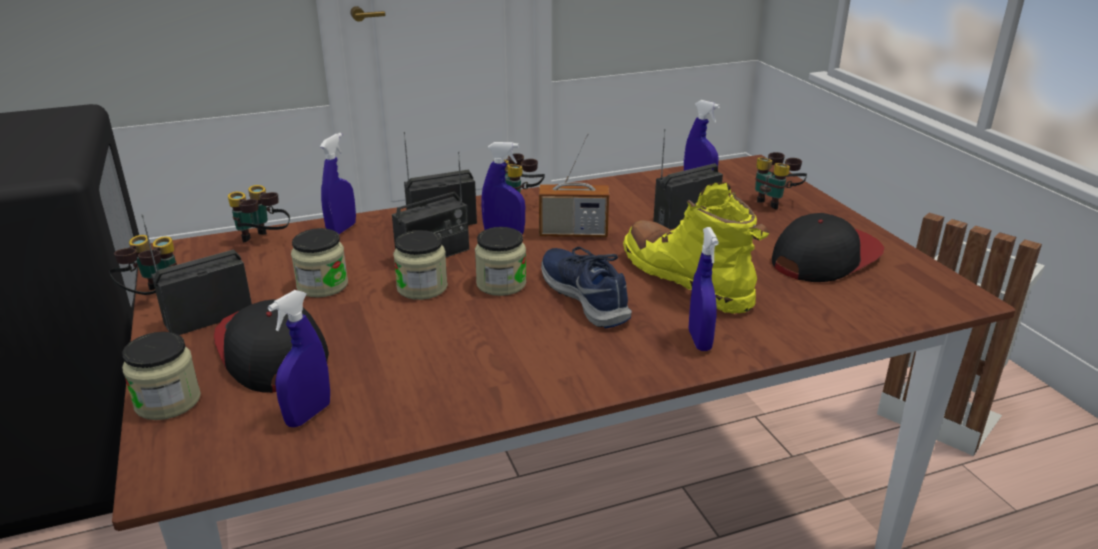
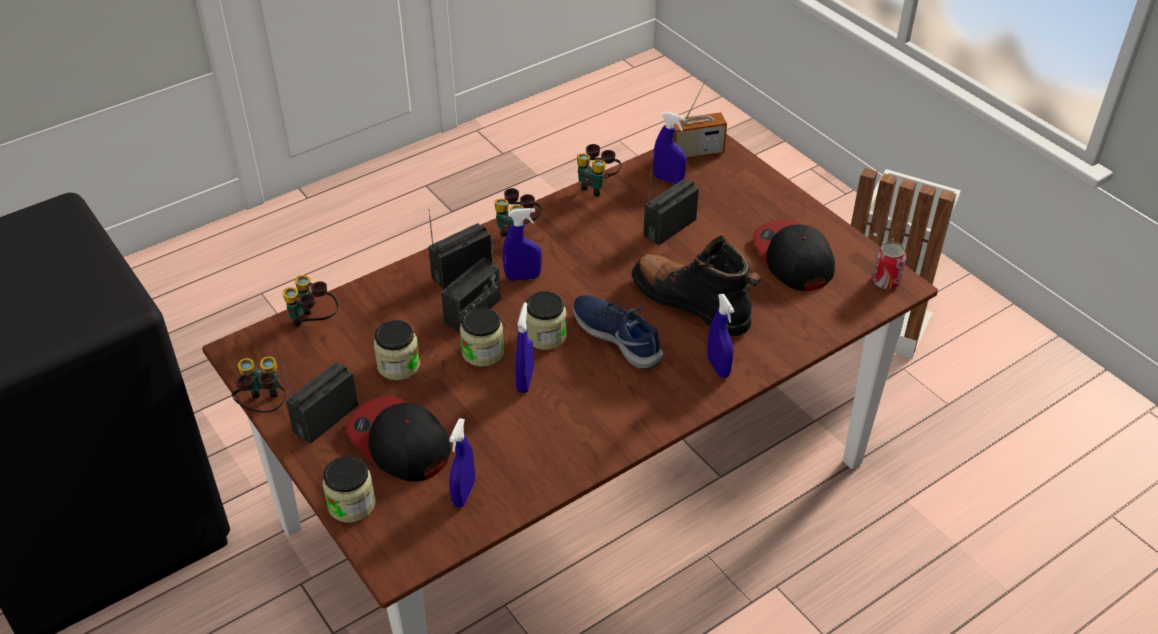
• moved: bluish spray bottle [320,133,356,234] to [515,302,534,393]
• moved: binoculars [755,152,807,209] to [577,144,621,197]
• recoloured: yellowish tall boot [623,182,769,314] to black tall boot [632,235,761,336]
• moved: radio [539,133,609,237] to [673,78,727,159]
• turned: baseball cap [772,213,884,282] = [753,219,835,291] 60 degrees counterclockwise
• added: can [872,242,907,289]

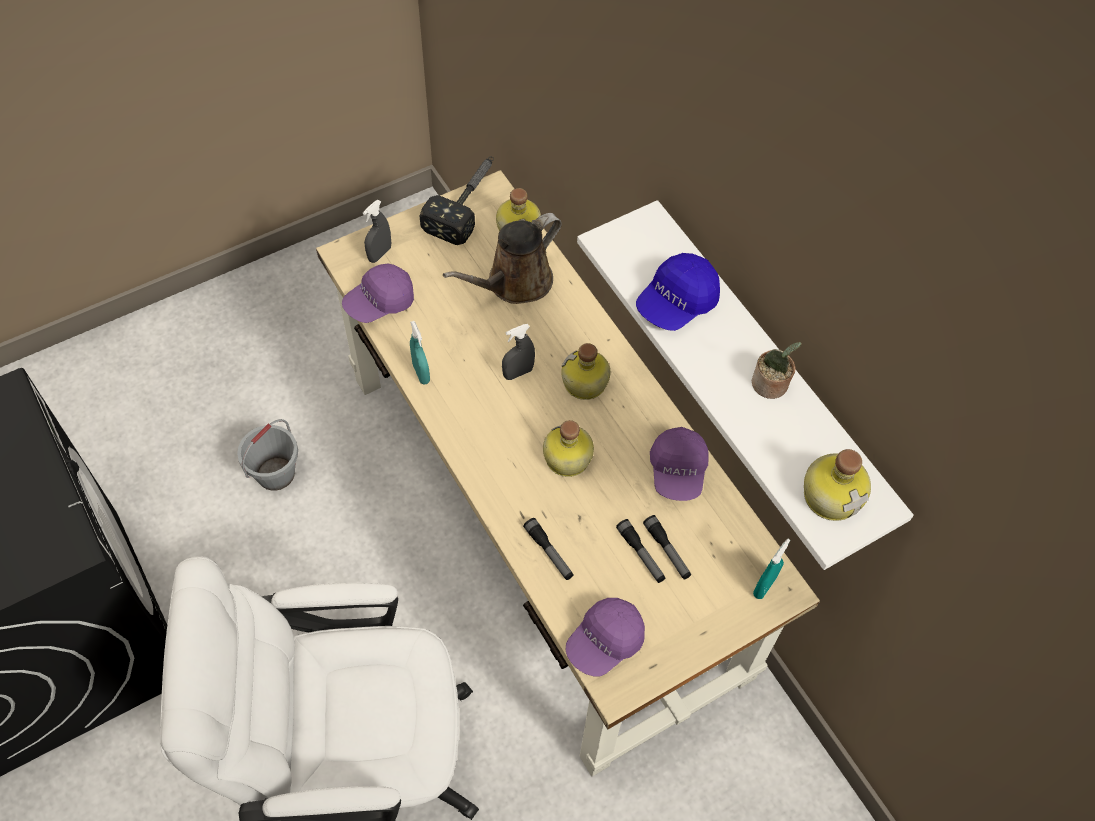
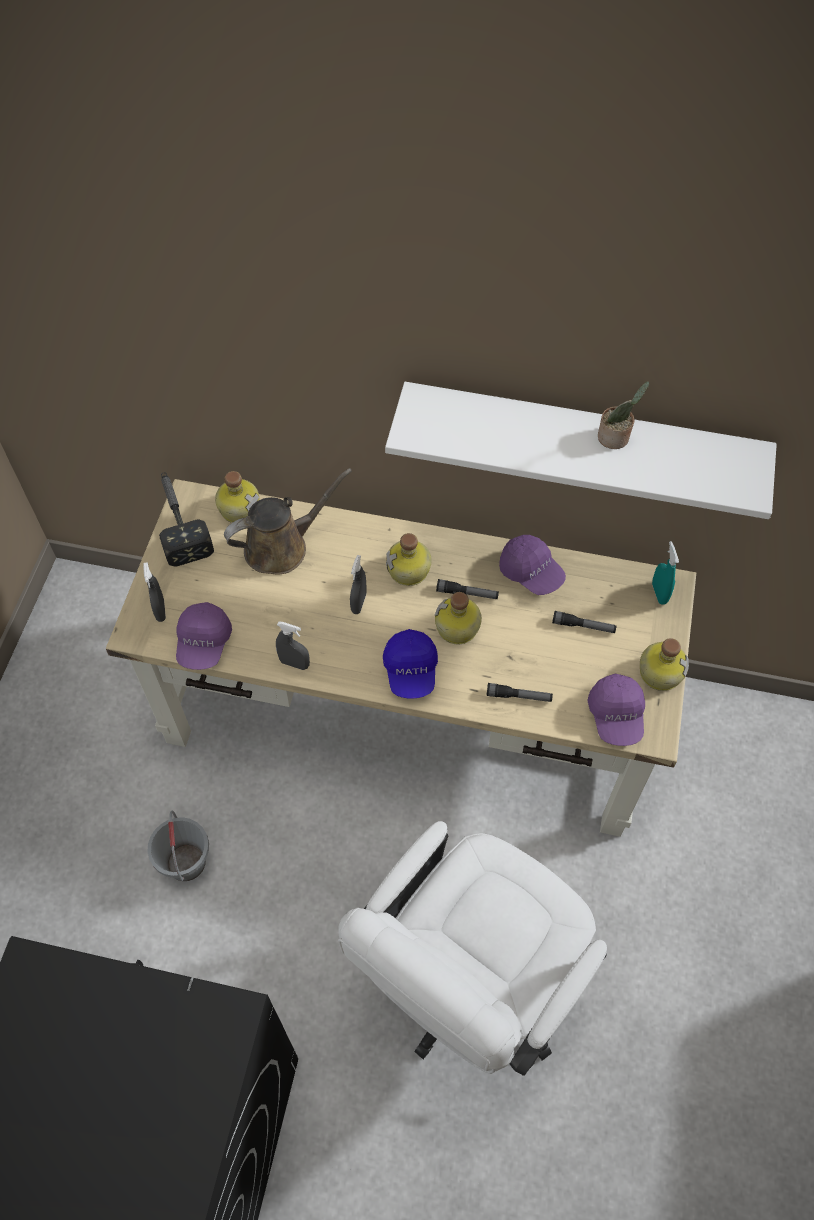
• turned: brown-coloured watering can [443,213,562,304] = [224,468,352,575] 120 degrees counterclockwise
• recoloured: blue-green spray bottle [410,321,430,385] to gray spray bottle [276,621,310,670]
• moved: bluish baseball cap [636,253,720,331] to [383,629,438,699]
• moved: hand torch [616,519,666,583] to [436,579,499,599]
• moved: beverage bottle [804,449,871,521] to [640,638,689,691]

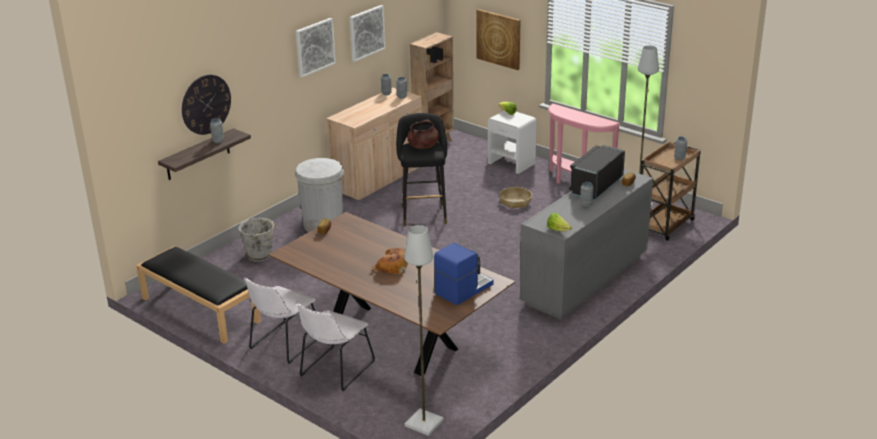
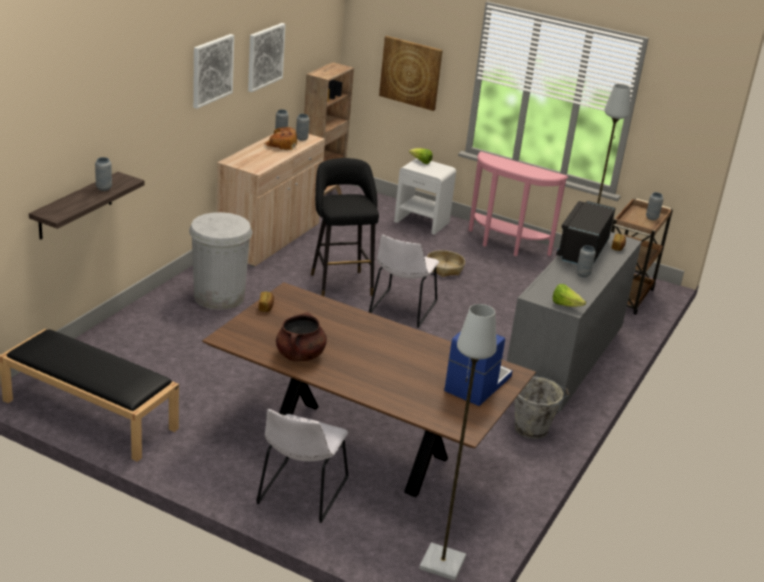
• moved: bread [372,248,408,274] to [264,127,297,150]
• moved: brown-coloured stockpot [407,120,439,149] to [276,312,327,361]
• moved: white plain chair [244,278,317,364] to [369,234,439,328]
• moved: gray bucket [239,218,278,262] to [514,376,570,439]
• removed: hanging clock [182,75,231,135]

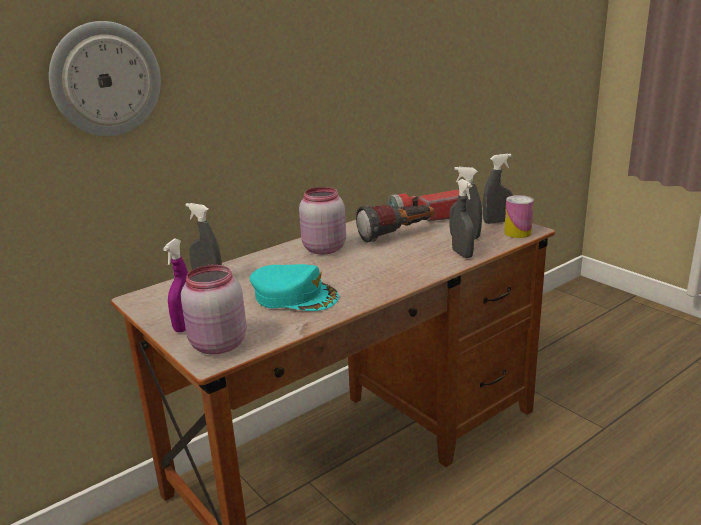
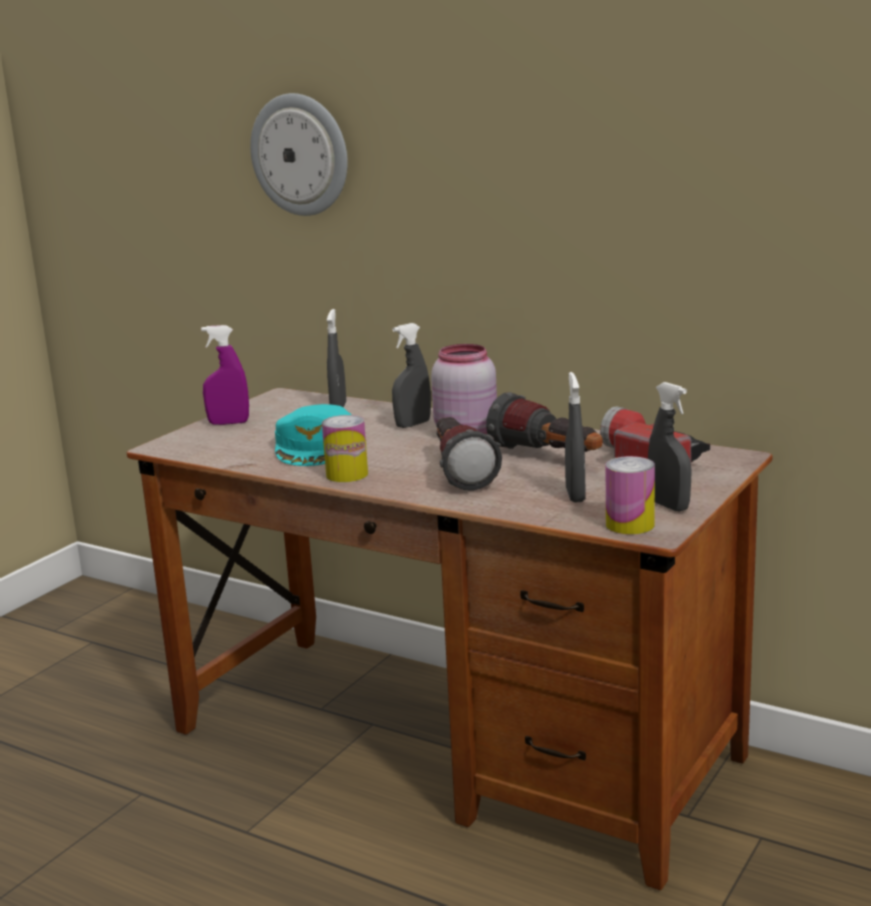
• added: can [322,415,368,482]
• moved: gray spray bottle [452,179,474,258] to [392,323,431,428]
• added: hand torch [436,417,502,491]
• removed: pink-coloured storage jar [181,264,247,354]

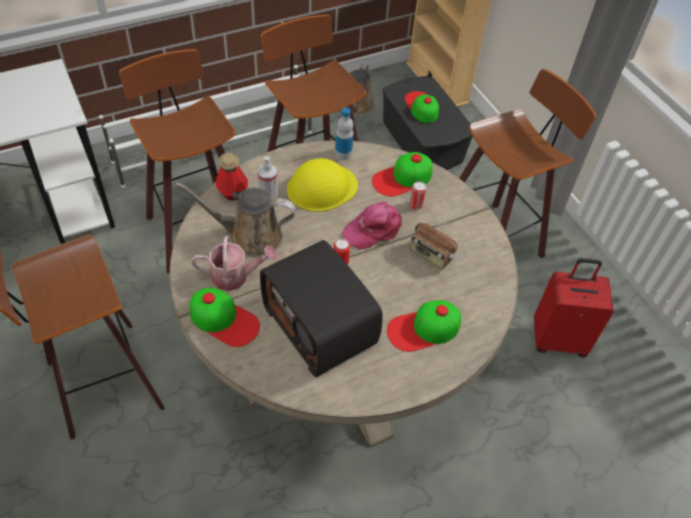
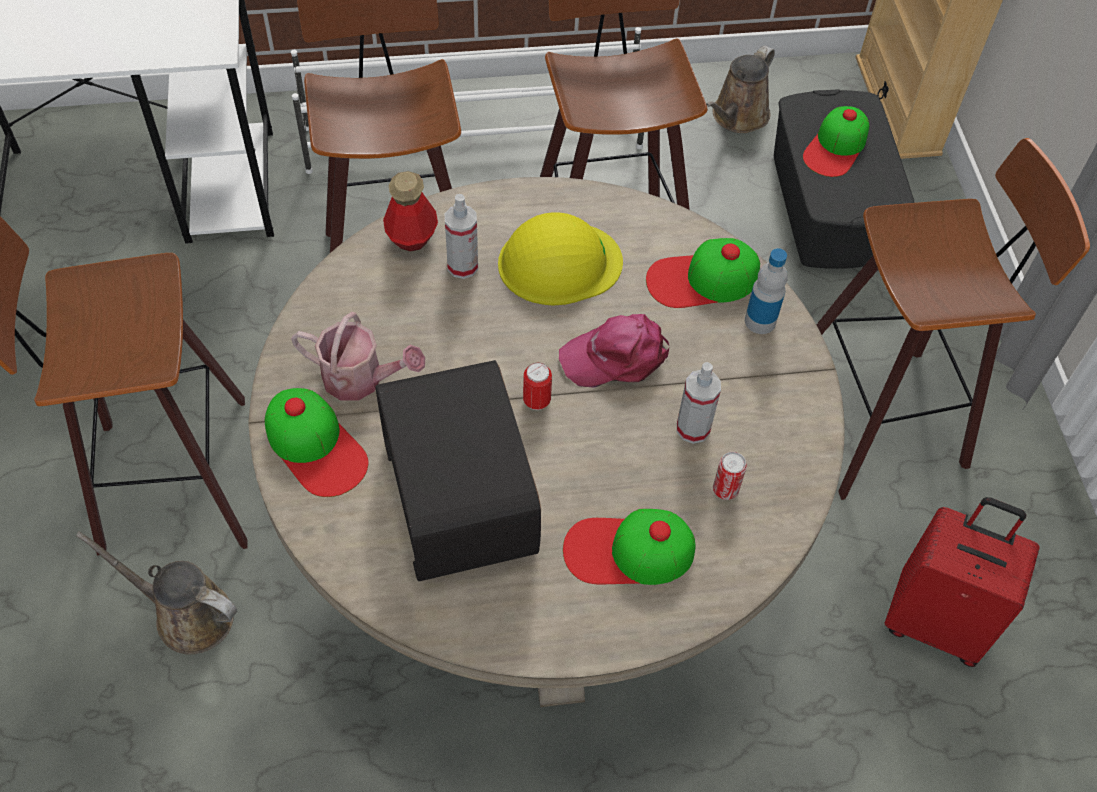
• moved: brown-coloured watering can [175,182,296,257] to [76,531,237,654]
• replaced: radio [409,223,458,270] to spray bottle [677,362,721,444]
• moved: can [409,181,427,210] to [713,452,747,500]
• moved: beverage bottle [335,107,354,160] to [745,248,788,334]
• turned: baseball cap [405,91,439,123] = [803,106,869,177] 150 degrees counterclockwise

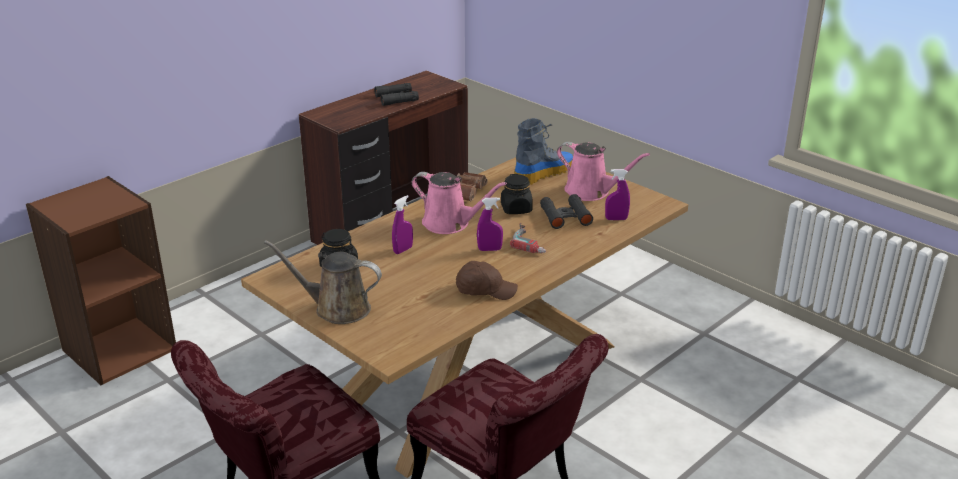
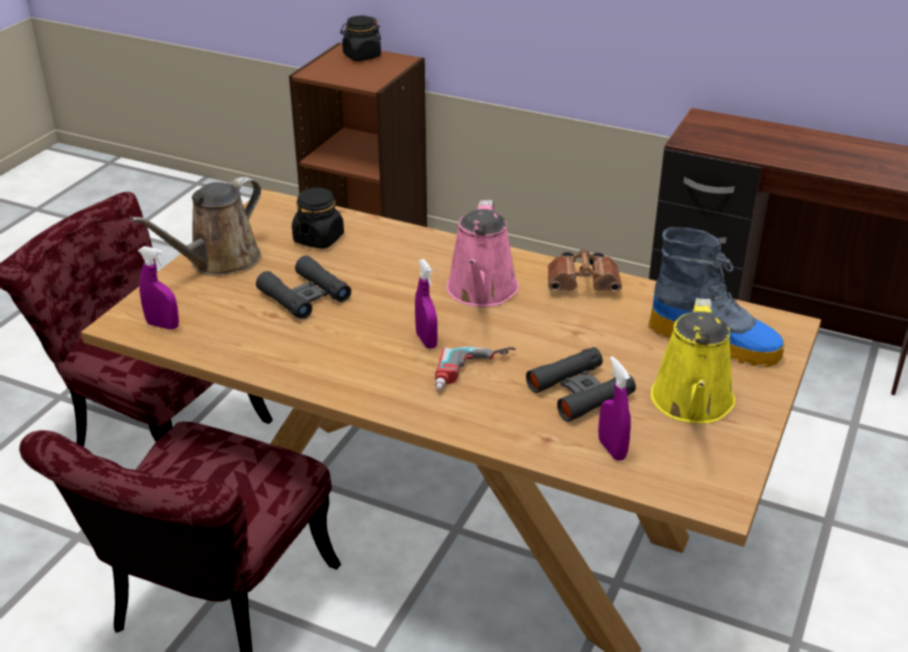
• turned: brown-coloured watering can [264,240,382,324] = [130,177,261,276] 135 degrees counterclockwise
• moved: purplish spray bottle [392,195,413,254] to [138,246,179,329]
• moved: black binoculars [374,83,419,106] to [256,256,351,319]
• moved: black storage jar [501,174,533,214] to [340,16,381,61]
• recoloured: pink-coloured watering can [557,142,650,201] to yellowish watering can [651,298,735,424]
• removed: brown-coloured baseball cap [456,261,518,300]

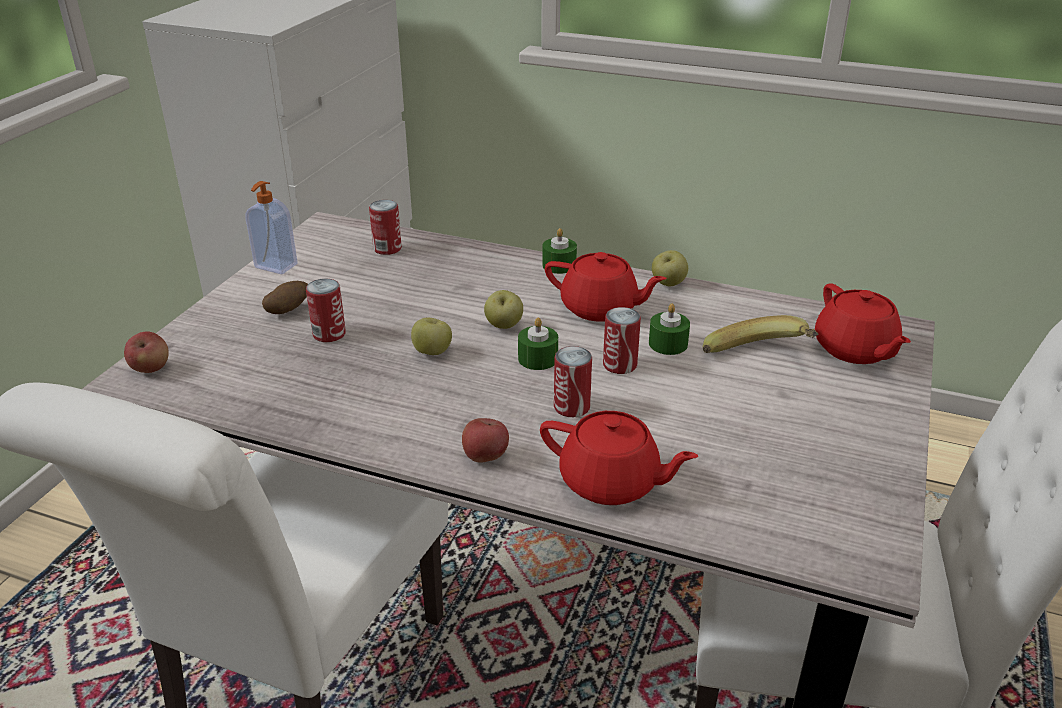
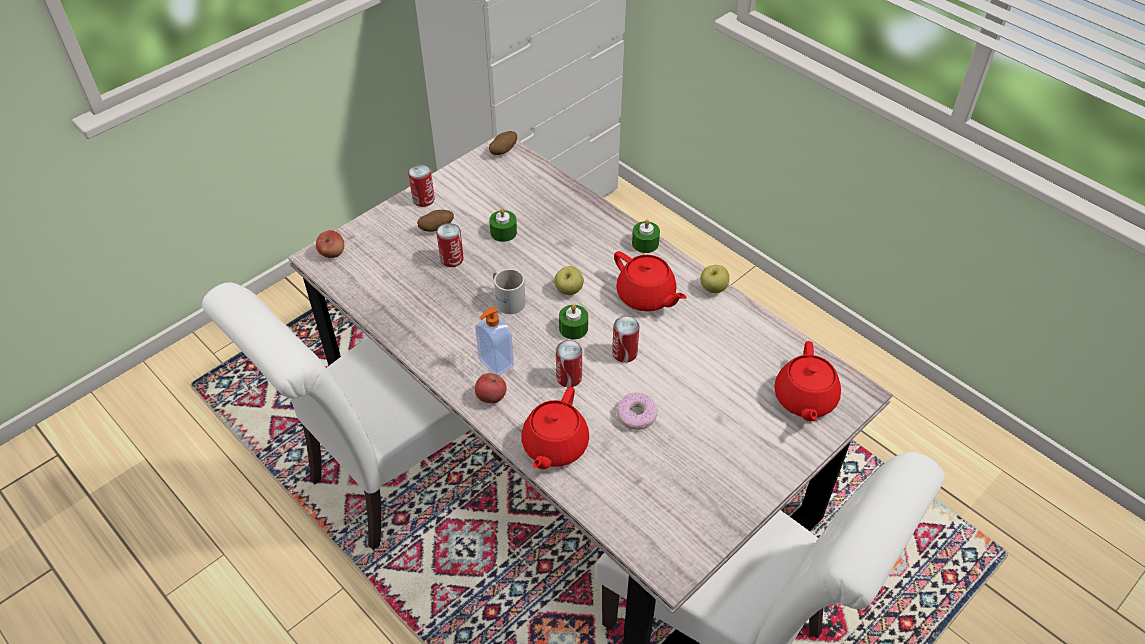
• moved: can [369,200,402,255] to [408,164,435,207]
• moved: soap bottle [245,181,298,274] to [475,307,514,376]
• added: potato [489,131,517,155]
• moved: green-coloured candle [649,303,690,355] to [489,208,517,242]
• replaced: whole apple [411,318,452,355] to white tea mug [493,269,526,314]
• turned: red teapot [540,411,698,505] = [521,387,589,469] 60 degrees clockwise
• added: donut [617,392,658,430]
• removed: whole banana [703,315,818,353]

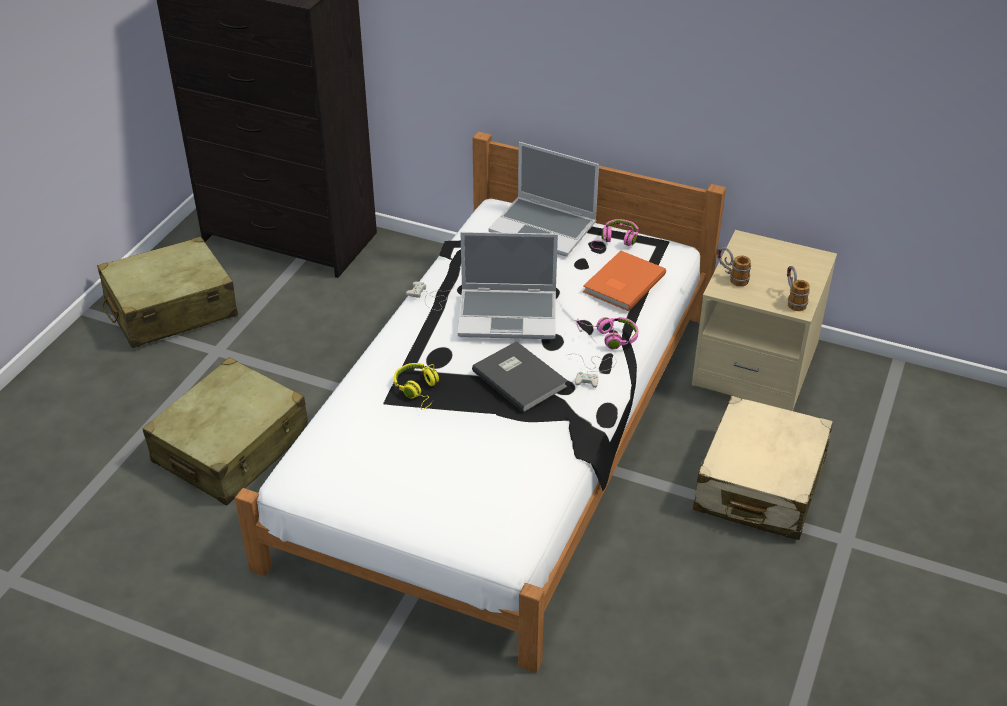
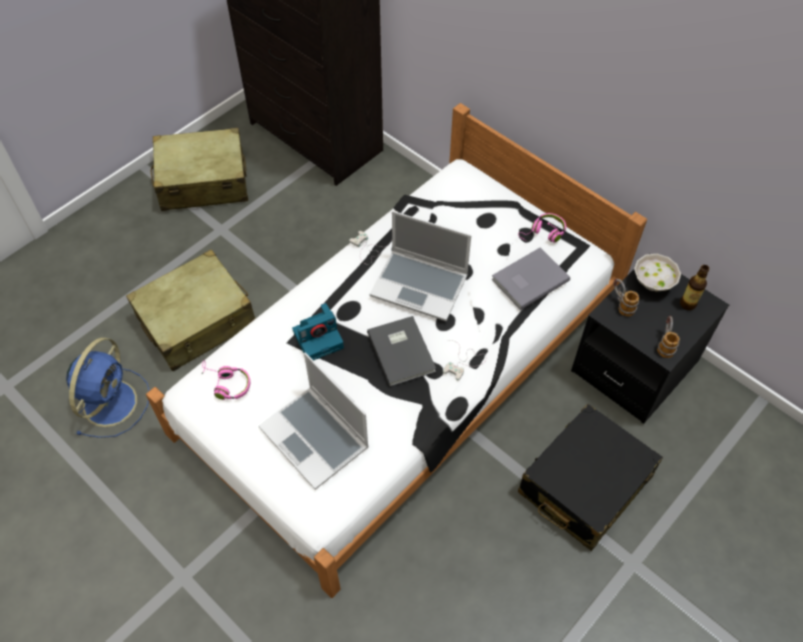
• added: bluish electric fan [66,338,150,438]
• moved: pink-coloured headphones [576,317,638,350] to [202,361,250,400]
• moved: notebook computer [488,142,599,256] to [259,352,369,490]
• replaced: yellowish headphones [394,363,439,410] to still camera [292,303,344,360]
• recoloured: orange-coloured bound book [583,251,666,311] to gray bound book [491,247,570,310]
• recoloured: beige piece of luggage [693,396,833,540] to black piece of luggage [518,404,663,551]
• recoloured: beige night table [692,230,837,411] to black night table [571,269,729,424]
• added: white serving bowl [634,254,681,292]
• added: beverage bottle [680,265,709,310]

